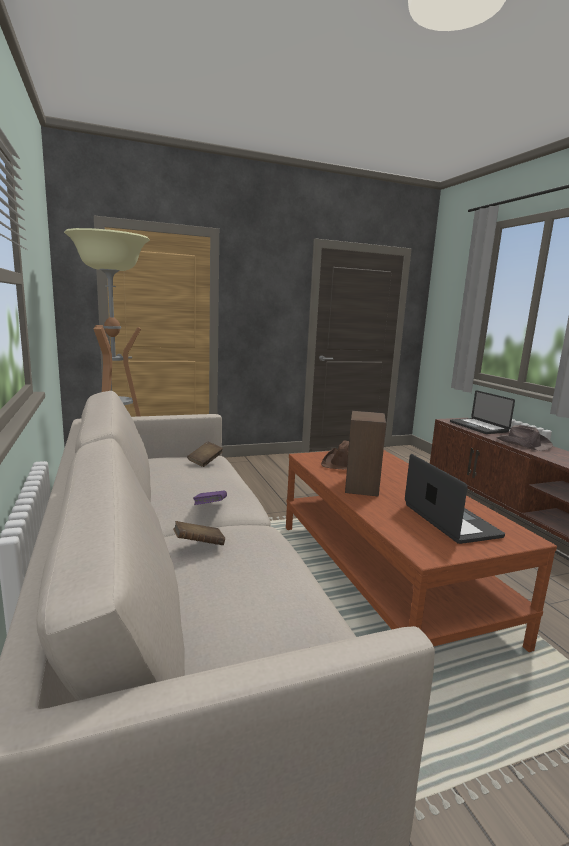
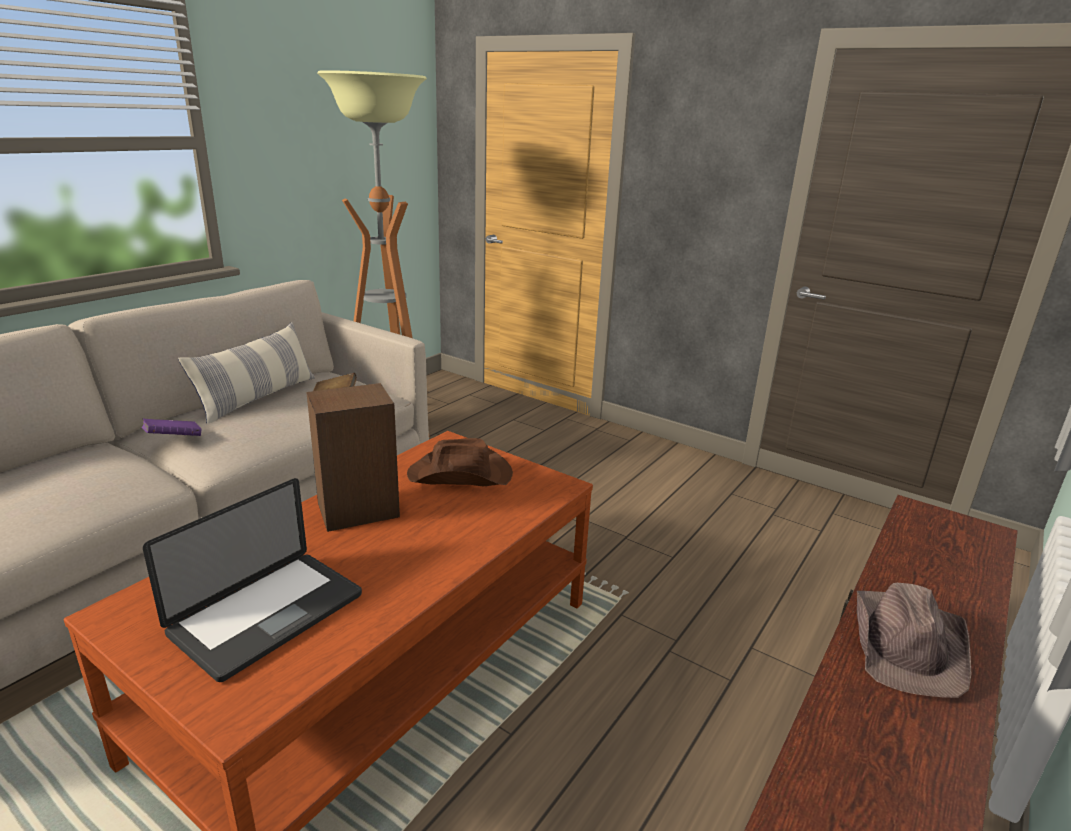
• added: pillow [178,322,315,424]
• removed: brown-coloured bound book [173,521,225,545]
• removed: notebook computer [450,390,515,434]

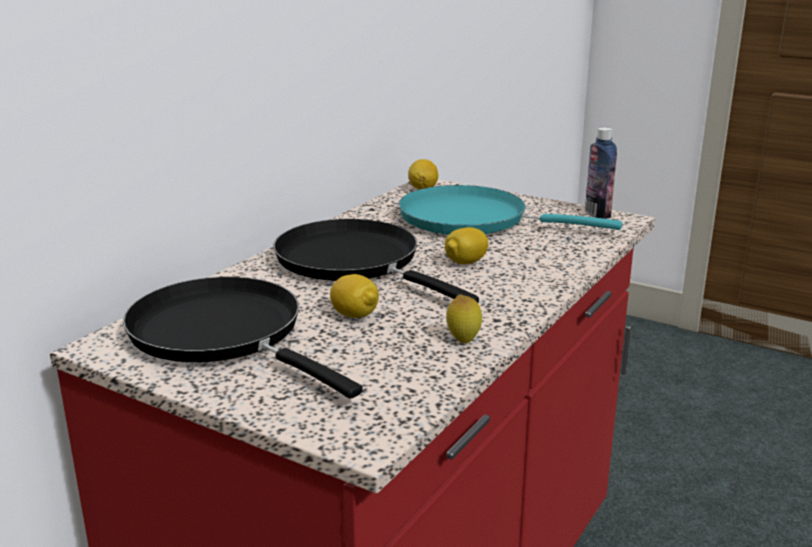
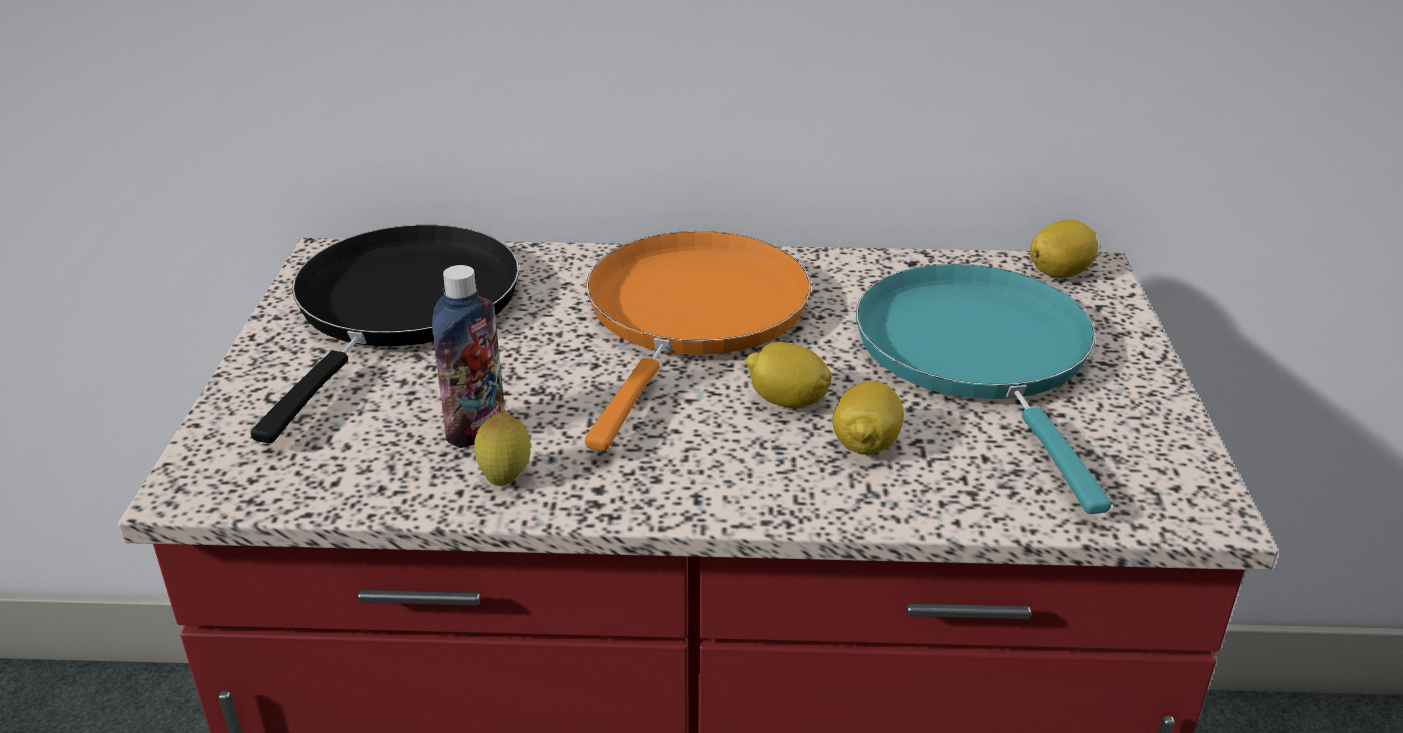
• moved: beverage bottle [585,127,617,219] to [432,265,505,448]
• recoloured: black skillet [273,219,479,303] to orange-coloured skillet [585,231,811,451]
• moved: lemon [330,274,379,318] to [832,381,904,455]

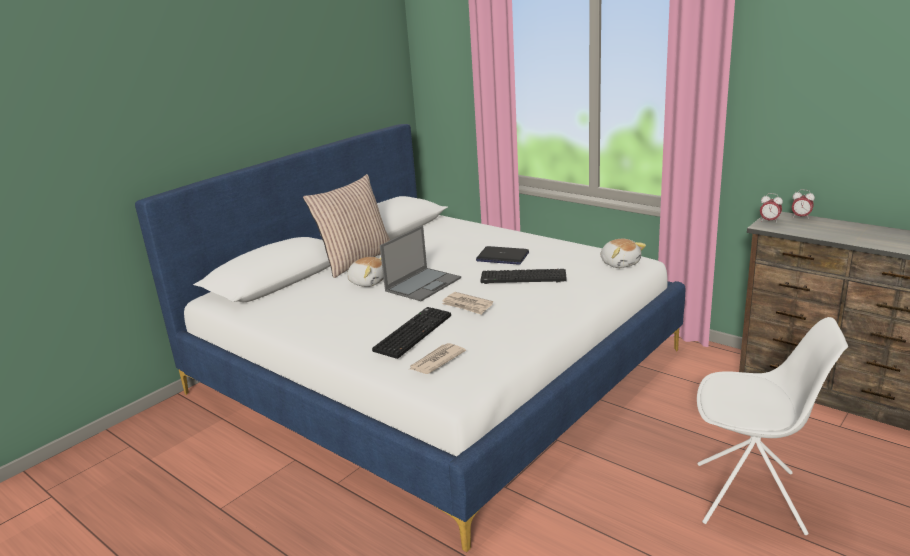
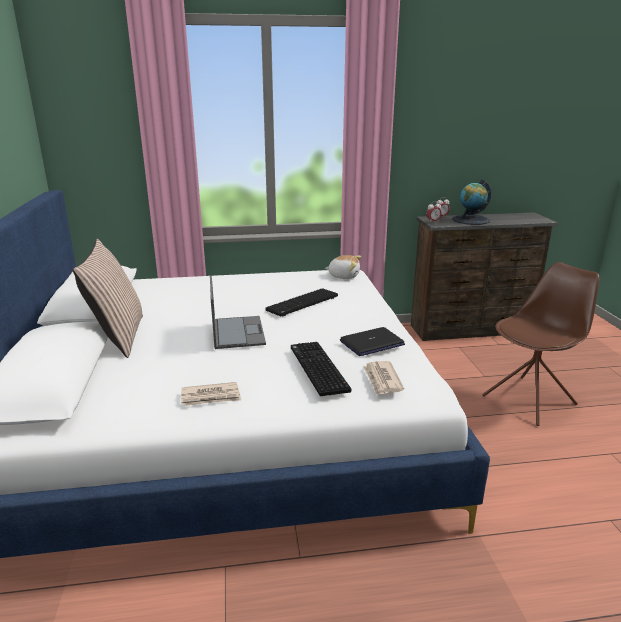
• moved: printed paper [442,292,493,315] to [181,382,241,406]
• moved: notebook computer [476,246,529,265] to [340,327,405,356]
• added: desk globe [452,179,491,225]
• recoloured: white plain chair [697,317,848,535] to brown-coloured plain chair [482,262,599,426]
• removed: soft toy [347,257,384,287]

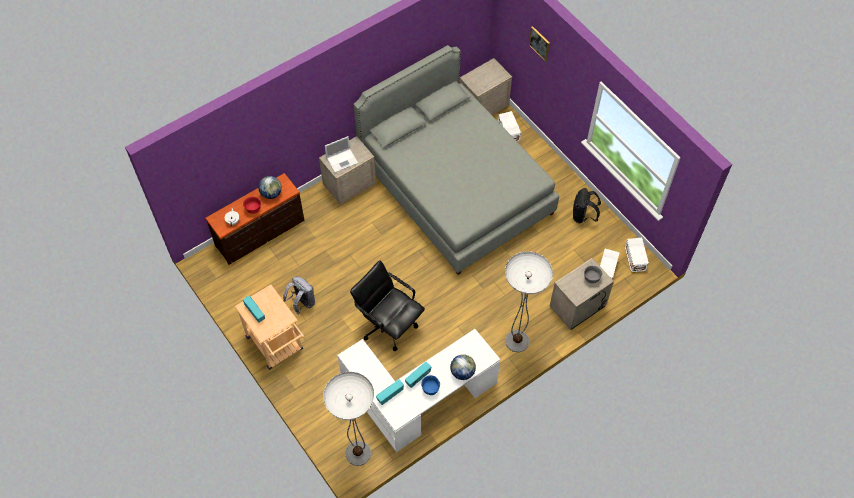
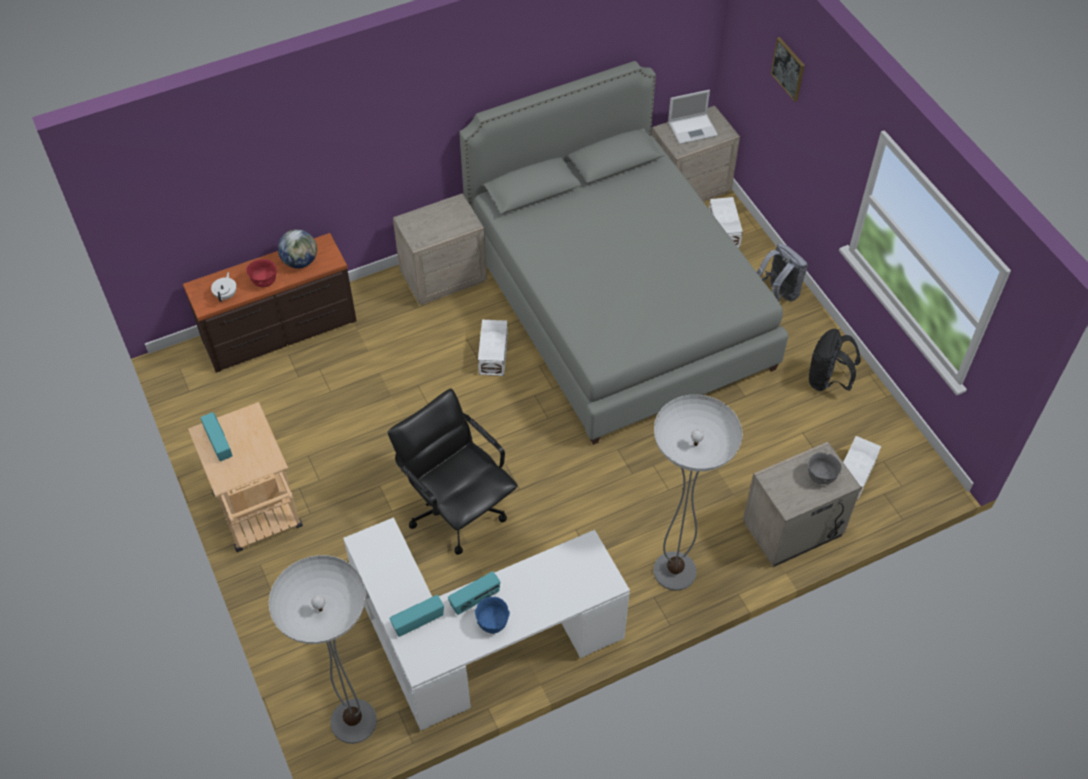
• moved: white storage box [625,237,649,272] to [478,320,508,376]
• moved: notebook computer [325,136,358,173] to [668,90,718,144]
• moved: gray knapsack [283,277,315,314] to [757,243,808,301]
• removed: desk globe [450,354,476,380]

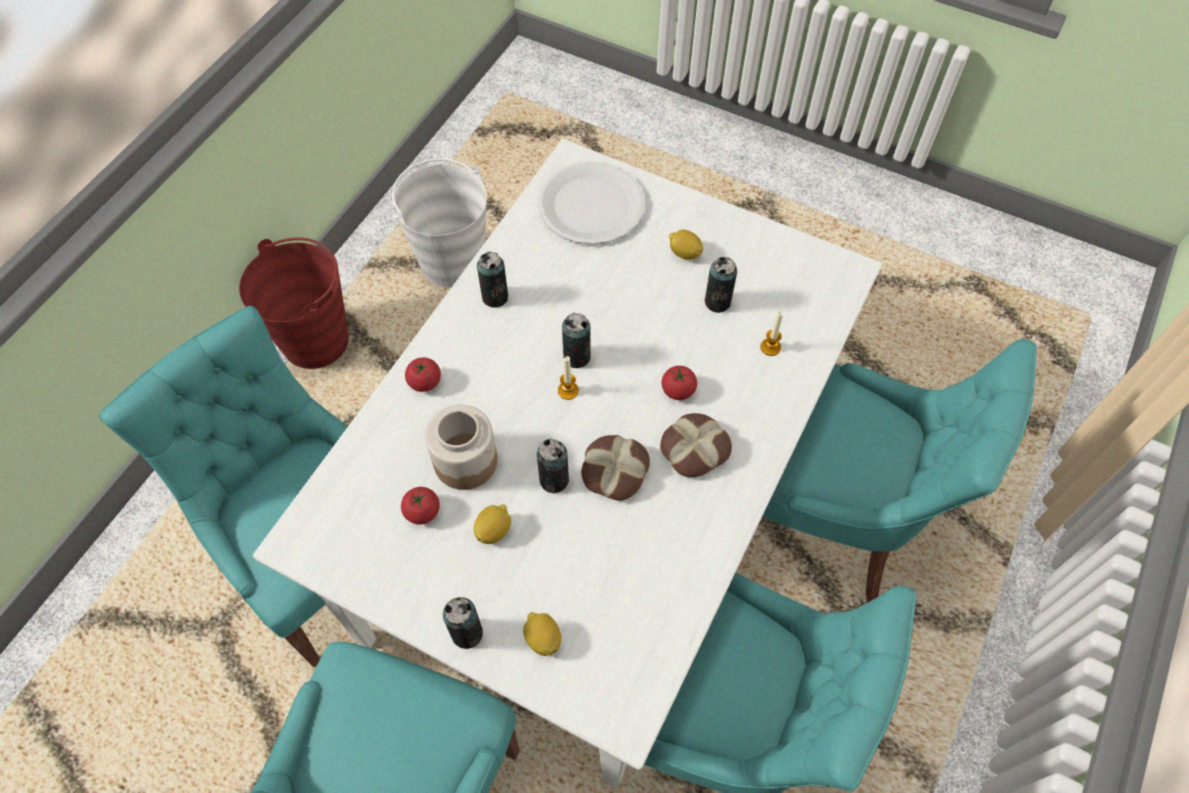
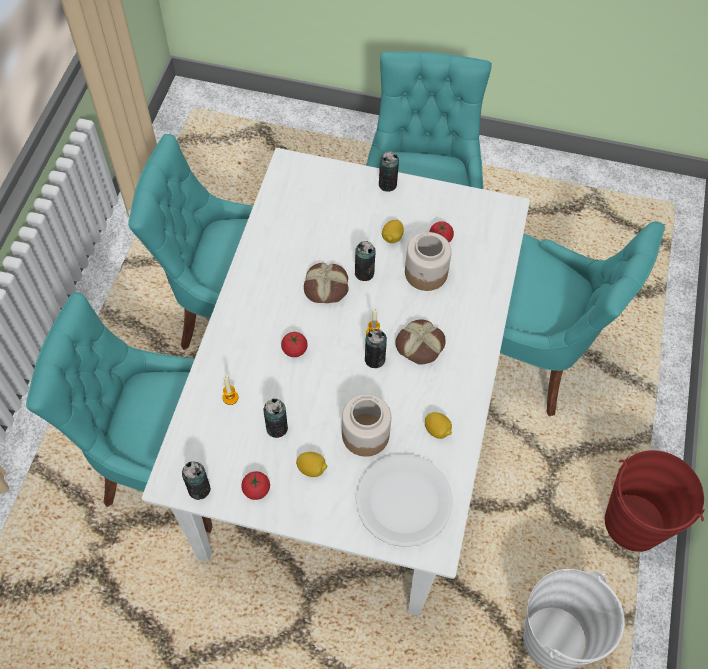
• moved: can [477,252,508,308] to [182,461,211,500]
• moved: whole tomato [405,357,441,392] to [241,471,270,500]
• added: storage jar [342,394,391,457]
• moved: bread [660,413,732,477] to [395,319,445,365]
• moved: lemon [523,612,561,656] to [425,412,452,439]

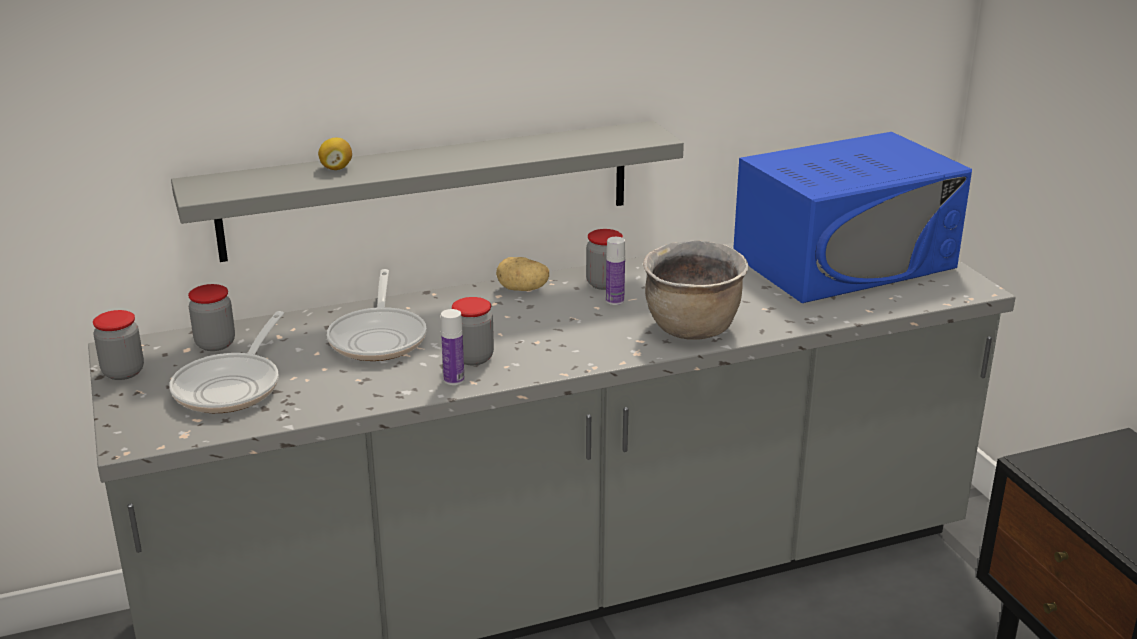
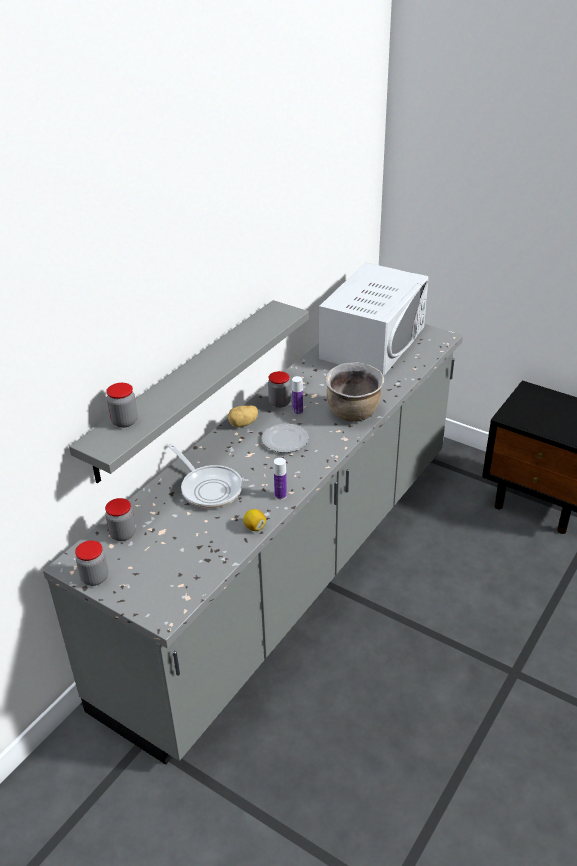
• moved: storage jar [452,297,494,365] to [106,383,138,428]
• moved: lemon [318,138,352,170] to [243,509,266,531]
• added: plate [262,424,309,453]
• recoloured: bluish microwave [733,132,972,303] to white microwave [319,262,429,376]
• removed: skillet [169,311,284,413]

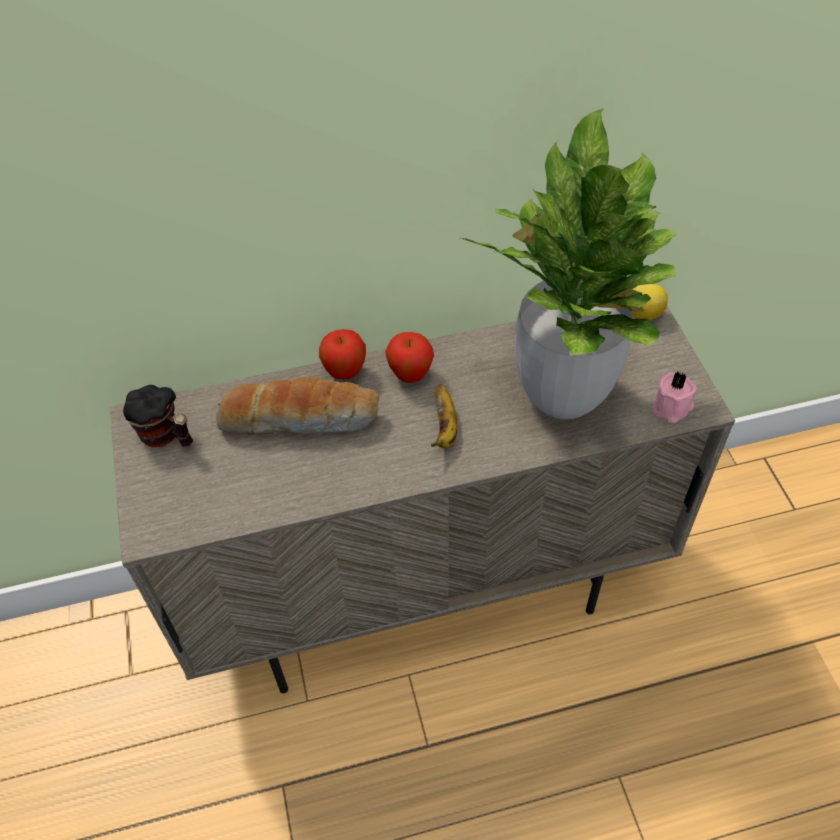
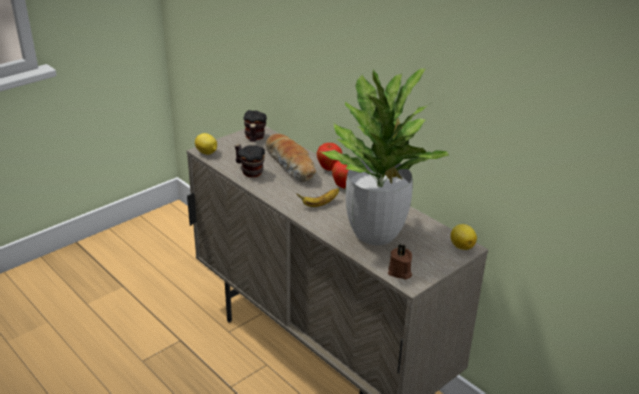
• added: lemon [195,133,217,155]
• added: tea mug [234,144,265,177]
• recoloured: pink-coloured candle [654,371,697,423] to brown-coloured candle [388,244,412,280]

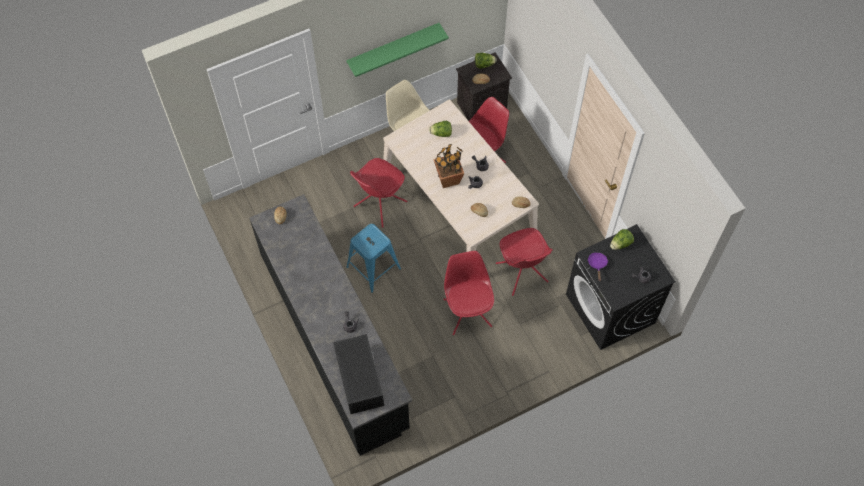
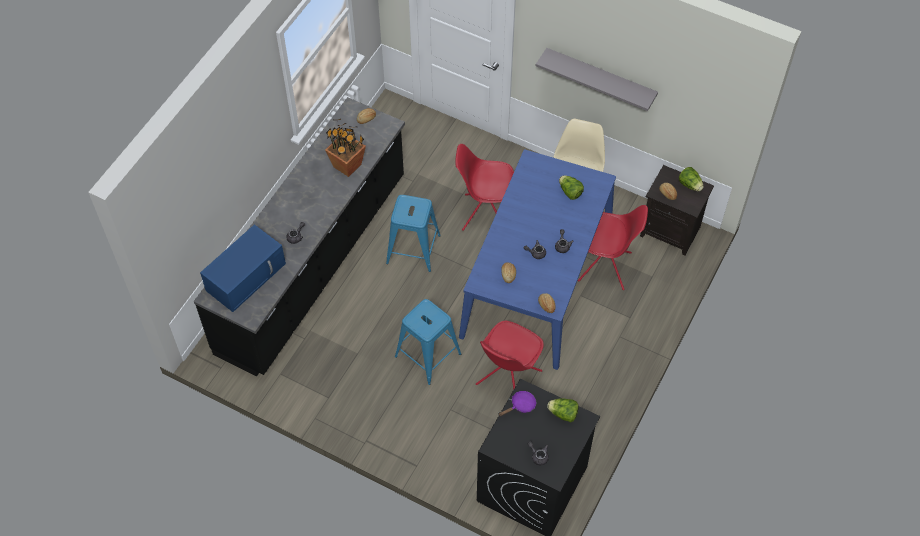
• recoloured: black microwave [333,334,384,414] to bluish microwave [200,224,286,312]
• moved: plant in a pot [433,144,464,188] to [325,119,366,177]
• replaced: red plain chair [443,251,494,335] to bluish sitting stool [395,299,461,385]
• recoloured: beige kitchen table [383,99,539,252] to bluish kitchen table [459,149,616,370]
• recoloured: green-coloured bracket shelf [346,23,449,77] to gray bracket shelf [536,48,658,111]

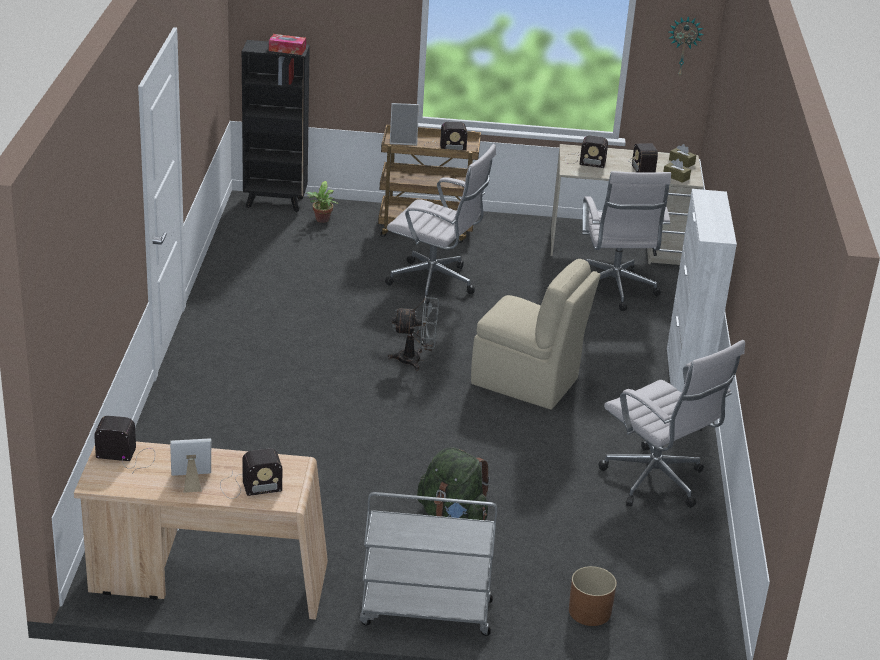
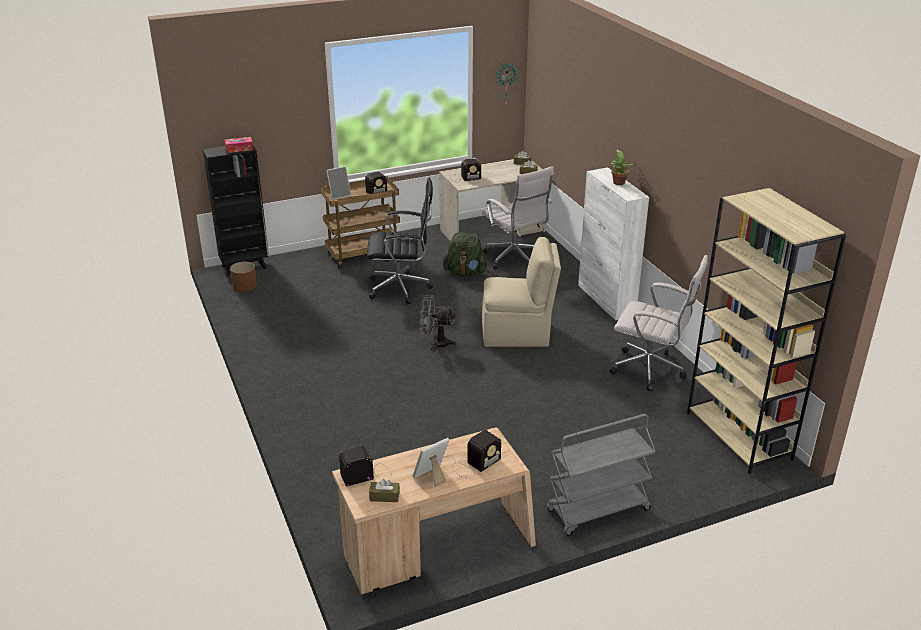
• moved: brown-coloured planter [569,566,617,626] to [230,262,257,292]
• recoloured: white desk chair [385,144,496,304] to black desk chair [367,177,433,305]
• added: brown-coloured tissue box [369,479,400,502]
• turned: gray electric fan [388,296,439,371] = [419,295,457,351] 150 degrees counterclockwise
• moved: green-coloured knapsack [417,447,490,520] to [443,232,488,276]
• moved: plant in a pot [306,181,338,223] to [611,150,636,185]
• added: beige shelving unit [687,188,846,474]
• removed: radio [628,143,658,173]

